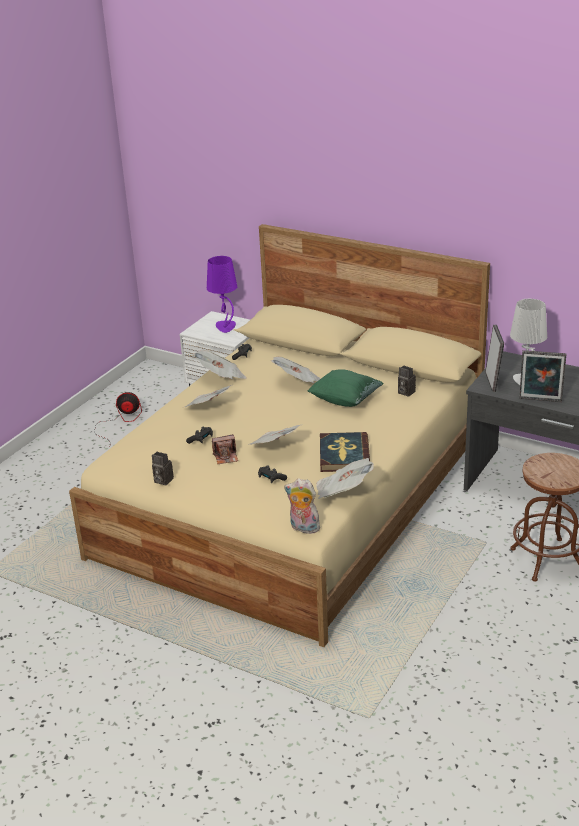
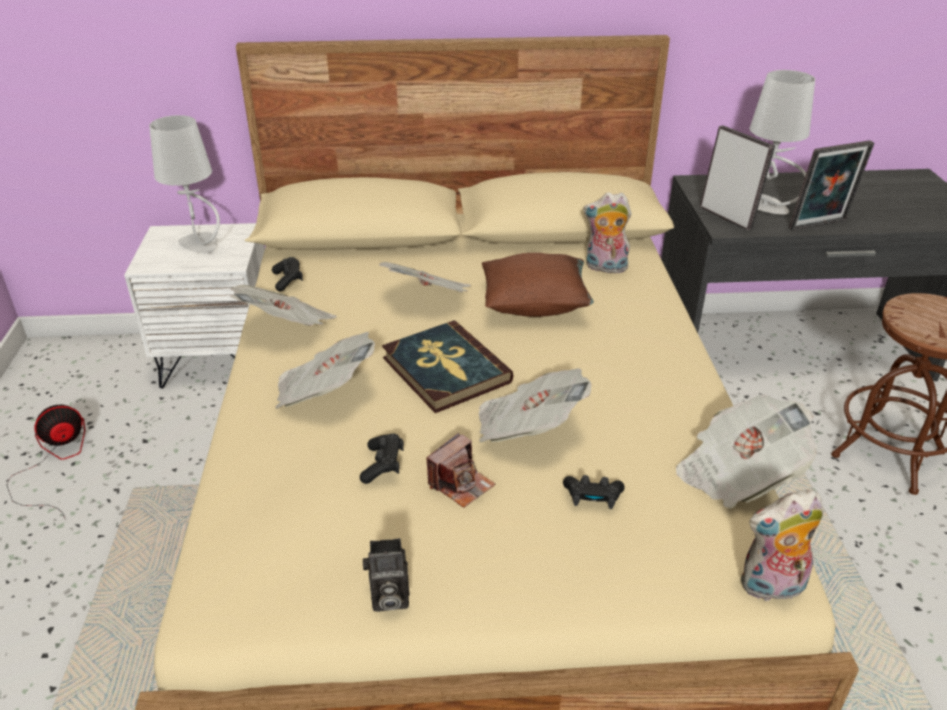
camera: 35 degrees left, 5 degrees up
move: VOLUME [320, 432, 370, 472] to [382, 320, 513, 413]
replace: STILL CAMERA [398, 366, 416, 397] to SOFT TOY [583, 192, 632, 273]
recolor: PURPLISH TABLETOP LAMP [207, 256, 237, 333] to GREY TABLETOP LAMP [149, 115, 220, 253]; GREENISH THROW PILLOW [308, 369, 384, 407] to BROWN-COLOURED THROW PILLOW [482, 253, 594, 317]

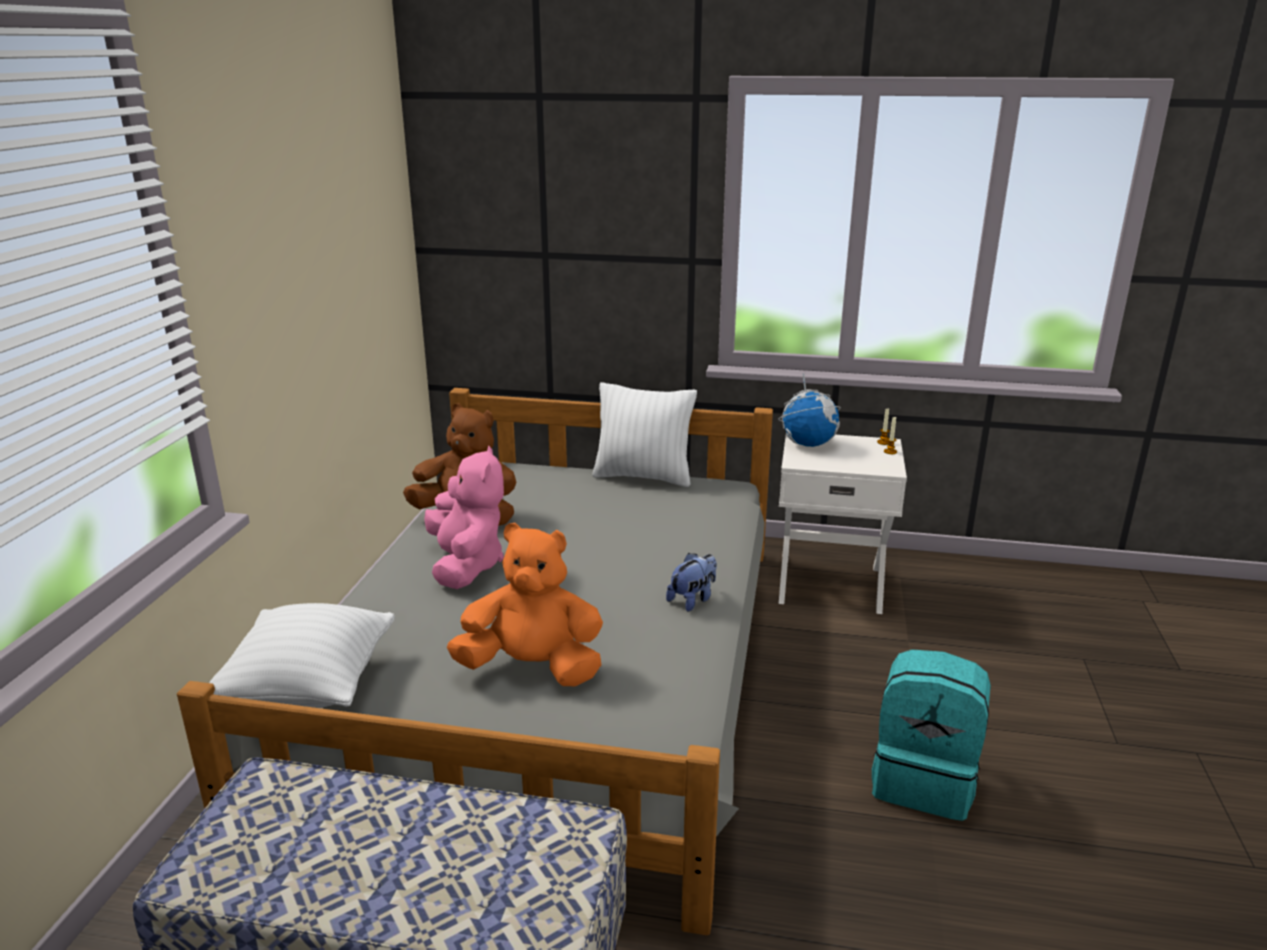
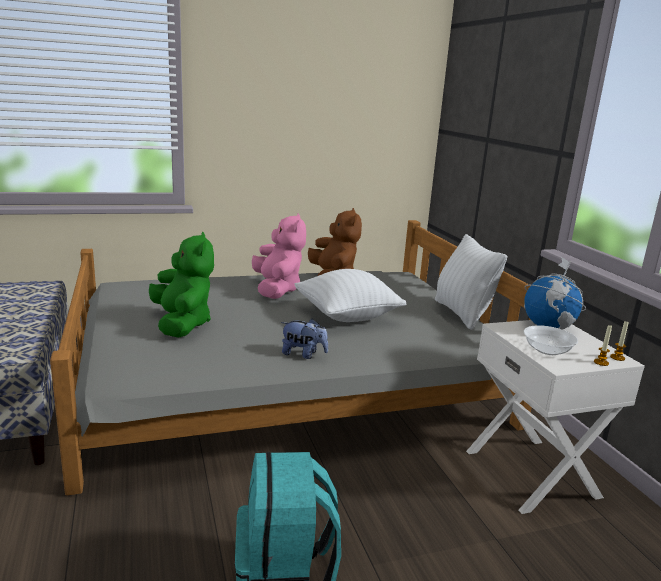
camera: 60 degrees right, 5 degrees down
insert: BOWL [524, 325, 578, 355]
move: WHITE THROW PILLOW [209, 603, 395, 708] to [295, 269, 406, 322]
recolor: ORANGE SOFT TOY [447, 523, 603, 686] to GREENISH SOFT TOY [149, 232, 214, 338]
rotate: PINKISH SOFT TOY [424, 445, 504, 589] = [252, 213, 306, 299] 60 degrees counterclockwise

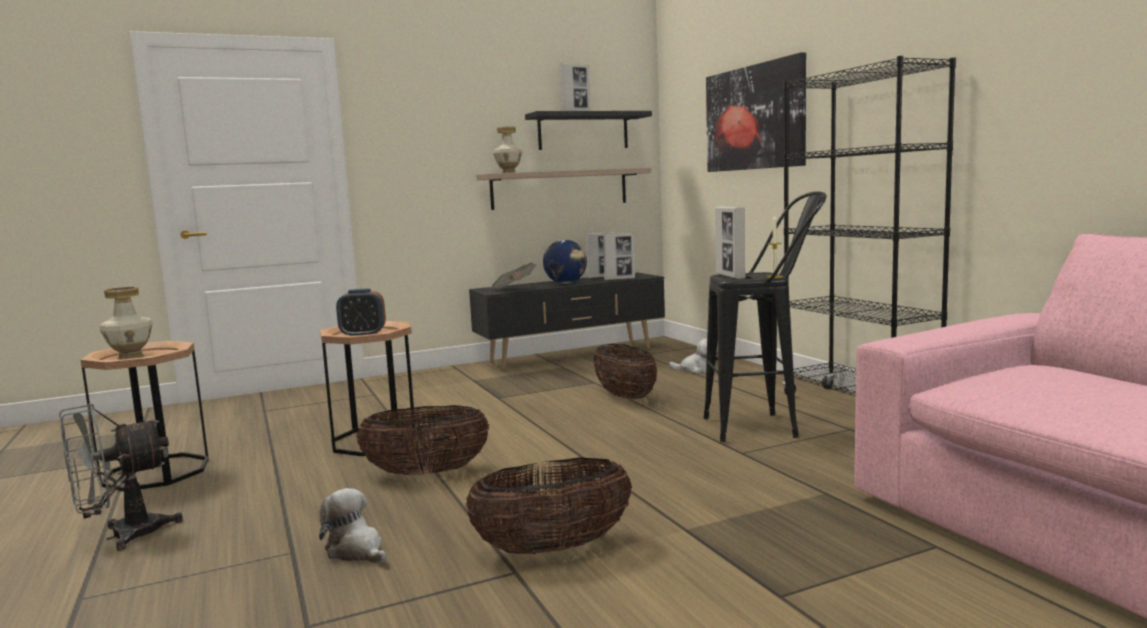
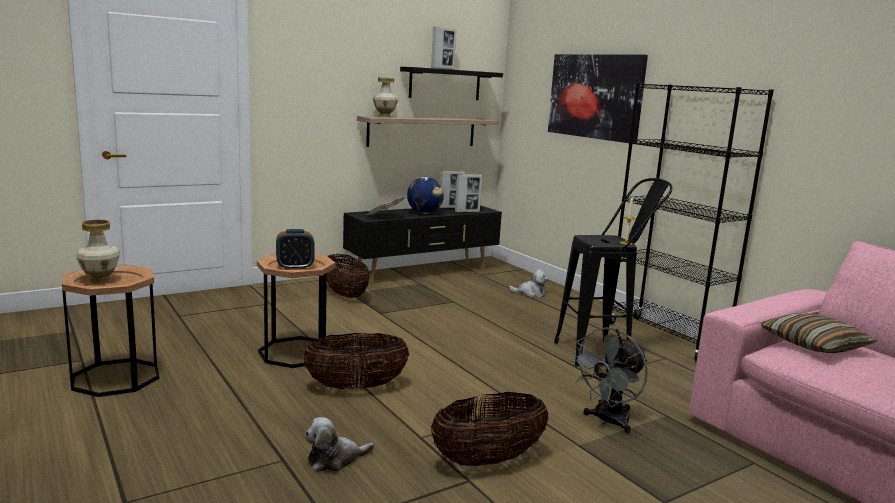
camera: 10 degrees left, 5 degrees up
delete: PHOTO FRAME [715, 206, 746, 279]
insert: THROW PILLOW [761, 313, 877, 353]
move: STORAGE BASKET [594, 344, 657, 399] to [327, 254, 369, 298]; GREY ELECTRIC FAN [59, 404, 183, 551] to [570, 327, 647, 433]
rotate: SOFT TOY [319, 488, 386, 564] = [305, 417, 374, 472] 60 degrees counterclockwise

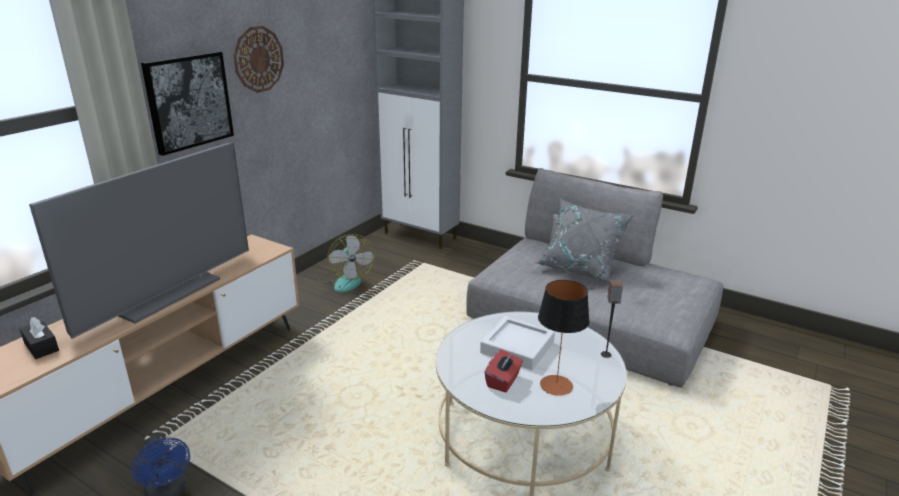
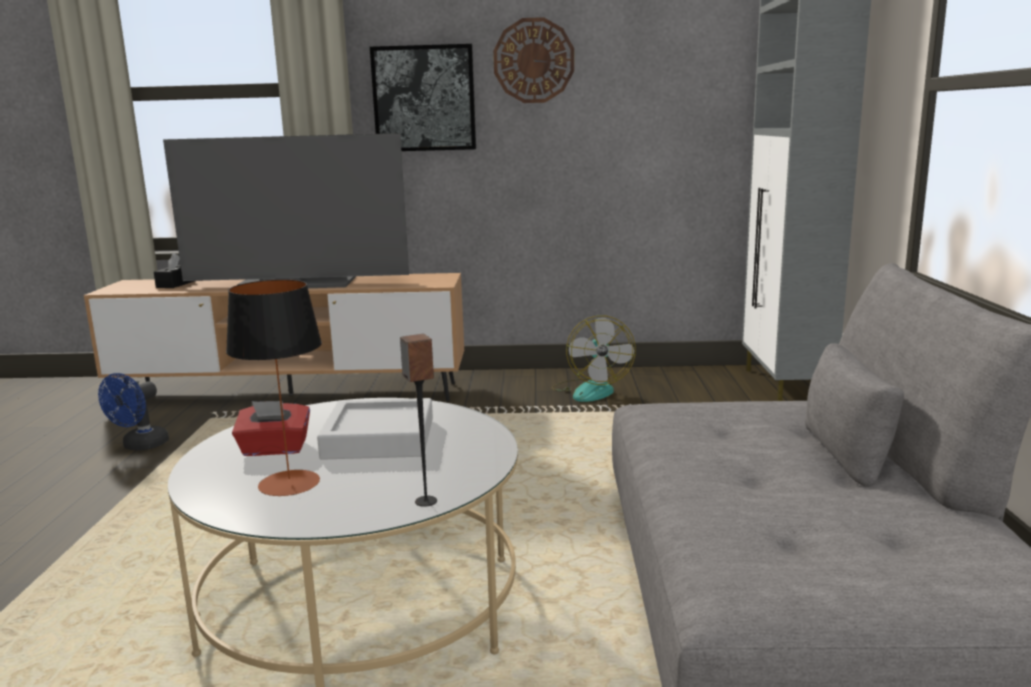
camera: 60 degrees right, 10 degrees down
delete: GREY THROW PILLOW [535, 199, 634, 283]
rotate: ELECTRIC FAN [319, 234, 375, 293] = [551, 316, 636, 402] 45 degrees counterclockwise

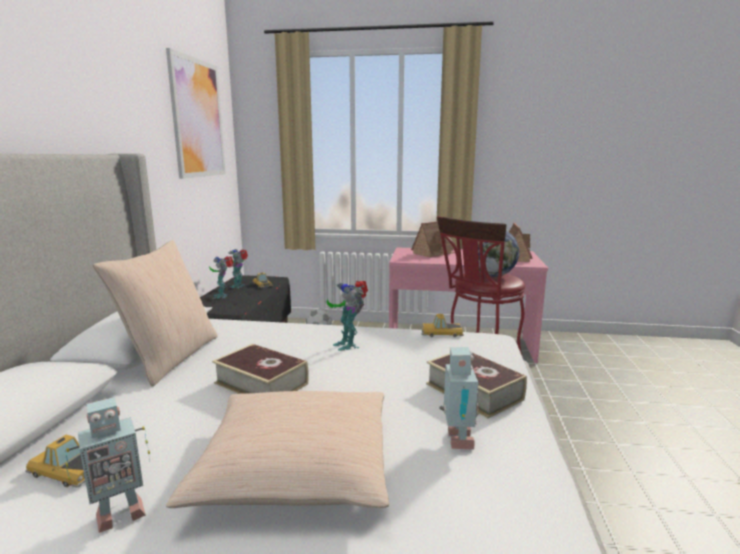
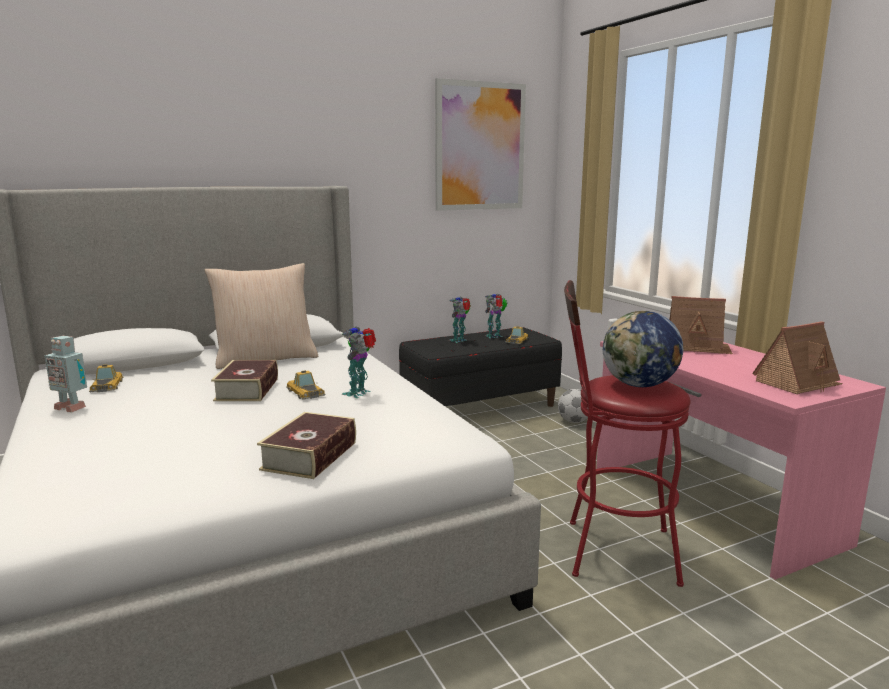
camera: 55 degrees right, 0 degrees up
delete: TOY ROBOT [440, 347, 479, 450]; SAND-COLOURED THROW PILLOW [166, 391, 389, 508]
move: MODEL CAR [421, 313, 464, 337] to [286, 370, 326, 400]

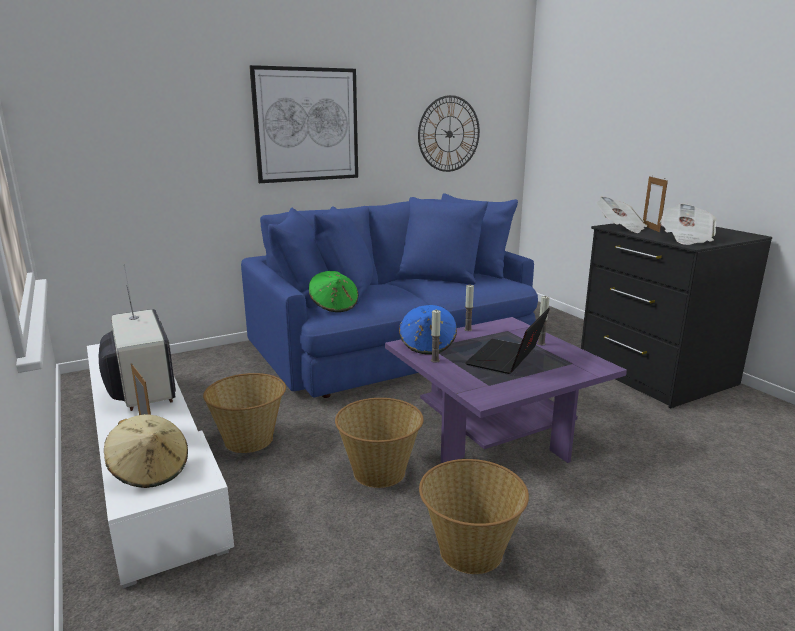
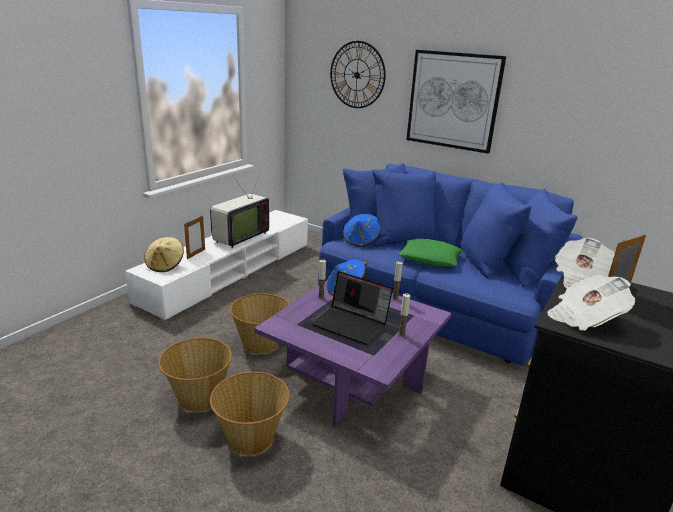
camera: 60 degrees right, 5 degrees up
insert: GREENISH THROW PILLOW [398, 239, 463, 267]
move: HANGING CLOCK [418, 95, 480, 172] to [330, 41, 386, 108]; STORAGE BASKET [203, 373, 286, 453] to [210, 372, 290, 455]
recolor: GREENISH HAT [309, 271, 359, 312] to BLUISH HAT [343, 214, 381, 247]
rotate: NOTEBOOK COMPUTER [465, 308, 550, 374] = [312, 271, 393, 345] 150 degrees counterclockwise

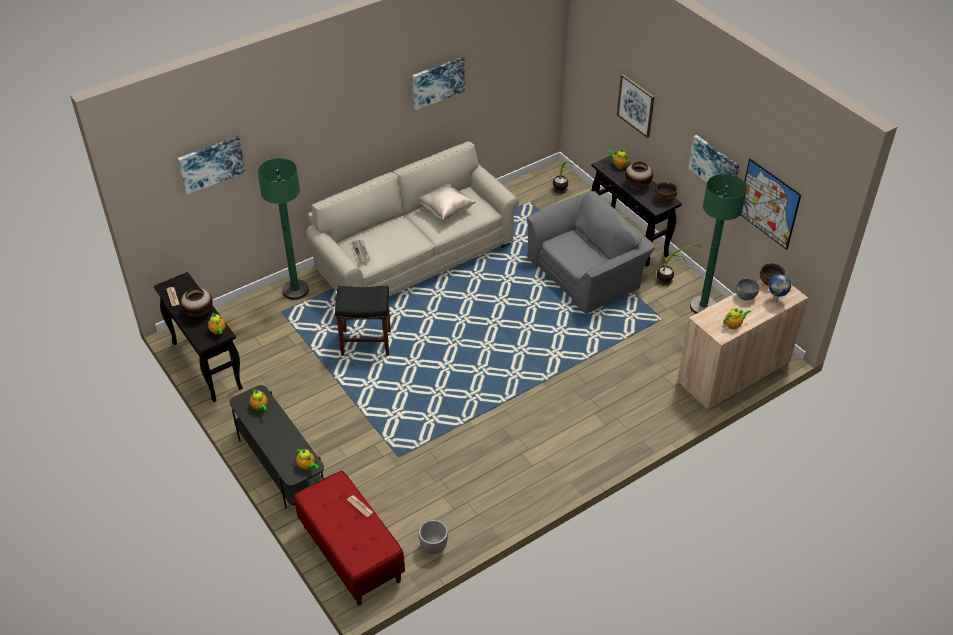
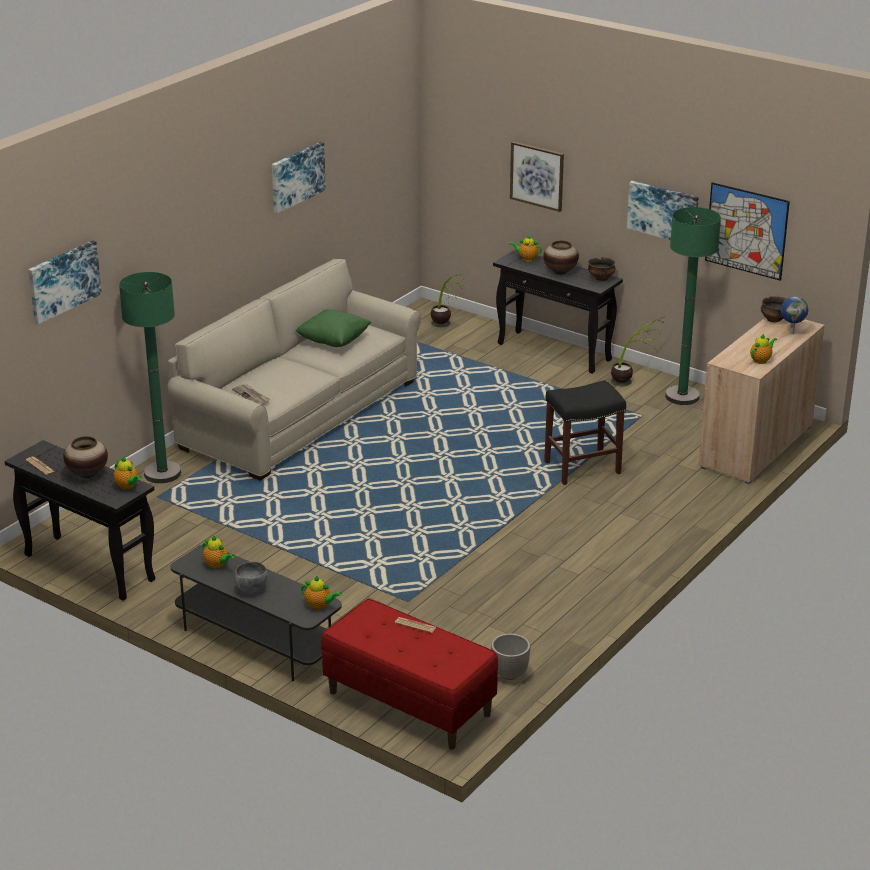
camera: 20 degrees left, 15 degrees down
delete: GREY ARMCHAIR [527, 191, 655, 314]
move: GREY BOWL [736, 279, 759, 300] to [234, 562, 268, 593]; BLACK STOOL SEAT [335, 286, 391, 356] to [544, 380, 626, 485]
recolor: SAND-COLOURED THROW PILLOW [417, 183, 475, 220] to GREENISH THROW PILLOW [295, 309, 371, 347]

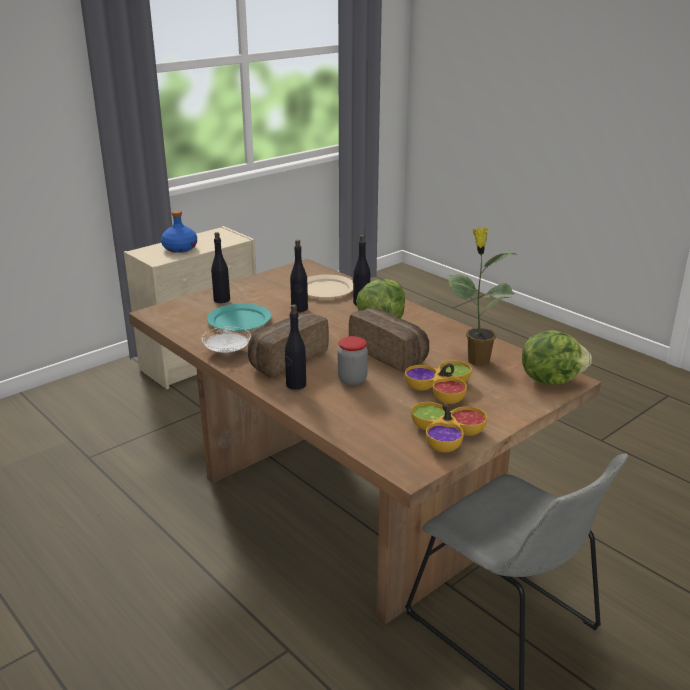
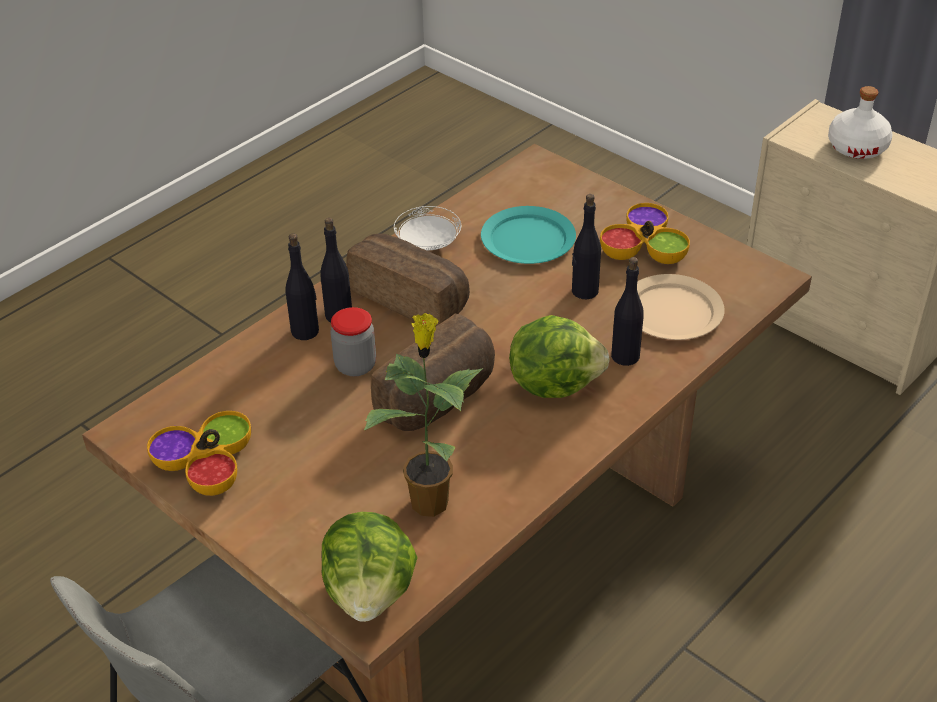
camera: 85 degrees right, 15 degrees up
move: BLACK BEVERAGE BOTTLE [211, 232, 230, 303] to [285, 233, 319, 340]; BOWL [405, 360, 472, 404] to [600, 203, 690, 264]
recolor: BLUISH BEVERAGE BOTTLE [161, 210, 197, 253] to WHITE BEVERAGE BOTTLE [828, 86, 893, 159]

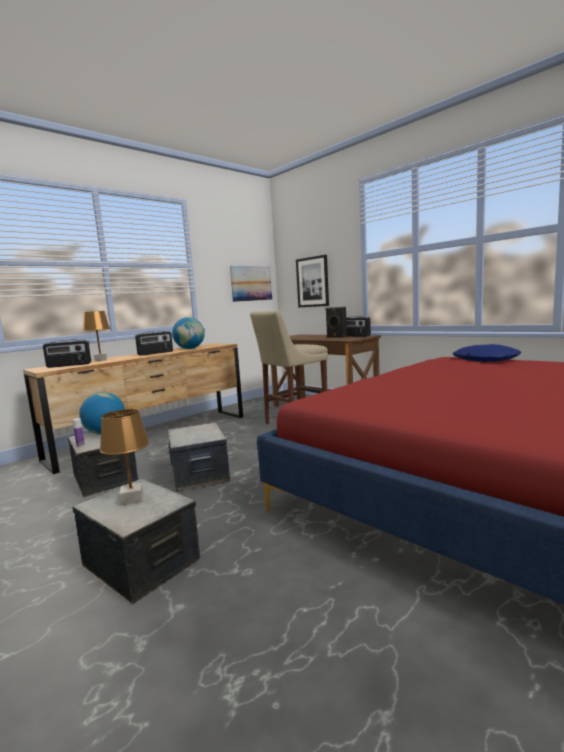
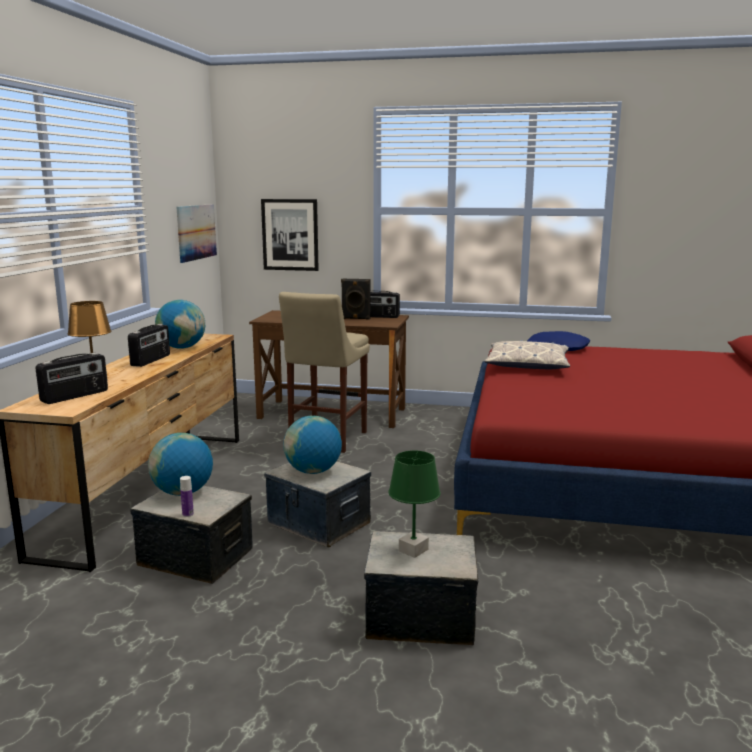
camera: 35 degrees left, 5 degrees up
insert: THROW PILLOW [484, 340, 570, 369]; WORLD GLOBE [283, 416, 342, 474]
recolor: BROWN-COLOURED TABLETOP LAMP [100, 409, 149, 505] to GREENISH TABLETOP LAMP [388, 451, 441, 558]

